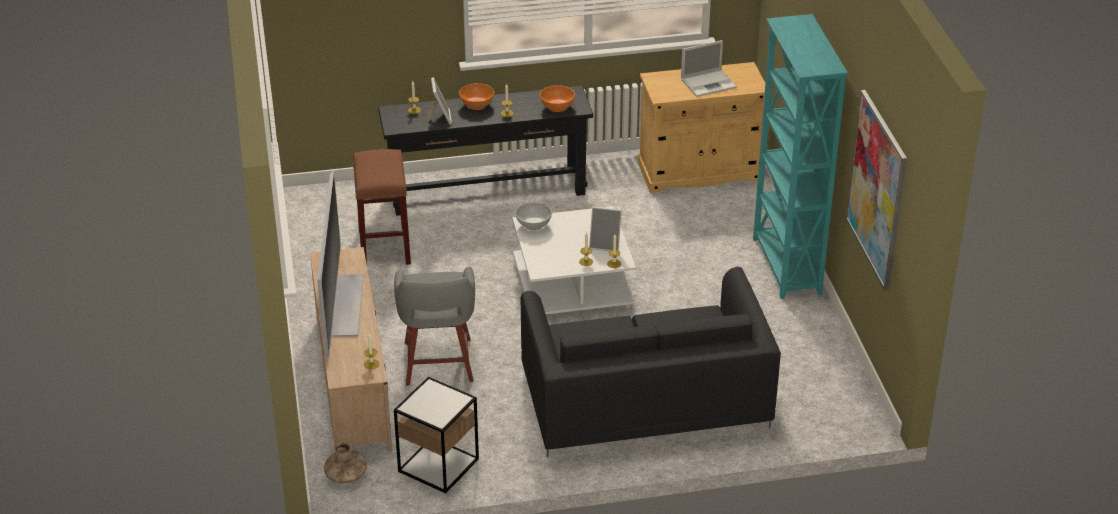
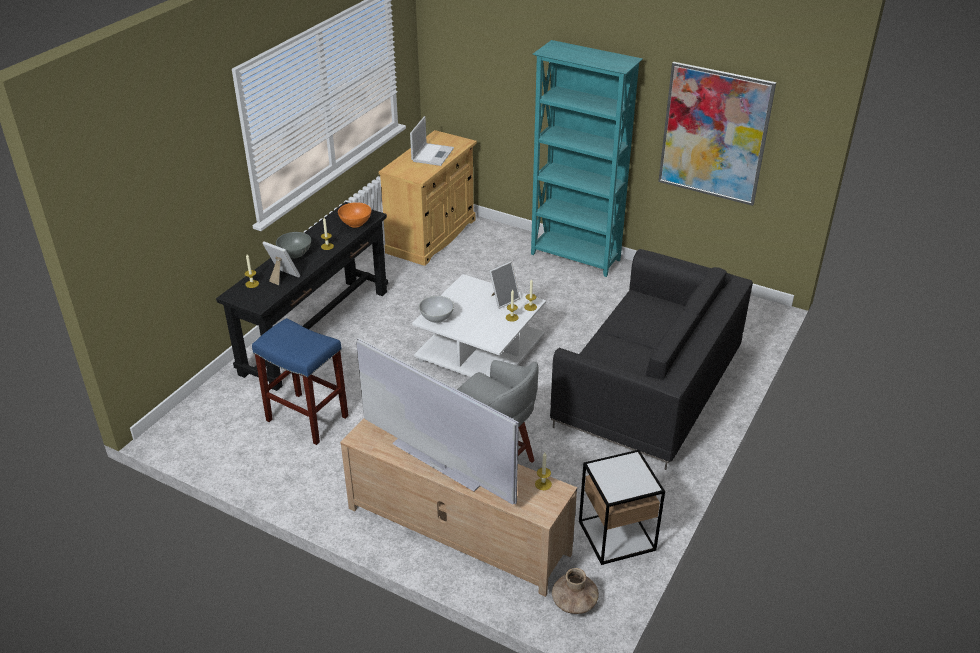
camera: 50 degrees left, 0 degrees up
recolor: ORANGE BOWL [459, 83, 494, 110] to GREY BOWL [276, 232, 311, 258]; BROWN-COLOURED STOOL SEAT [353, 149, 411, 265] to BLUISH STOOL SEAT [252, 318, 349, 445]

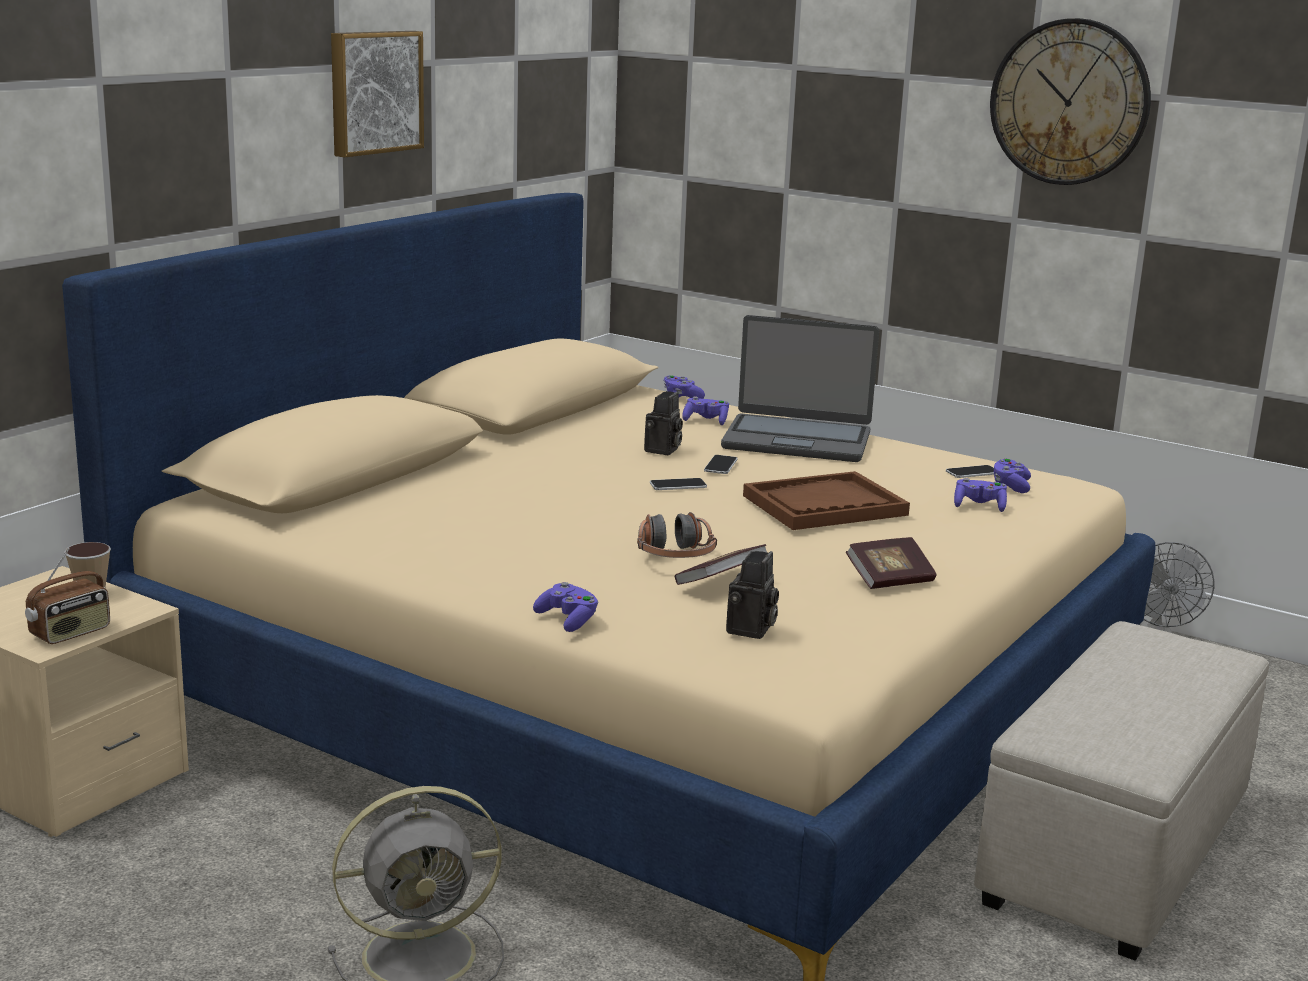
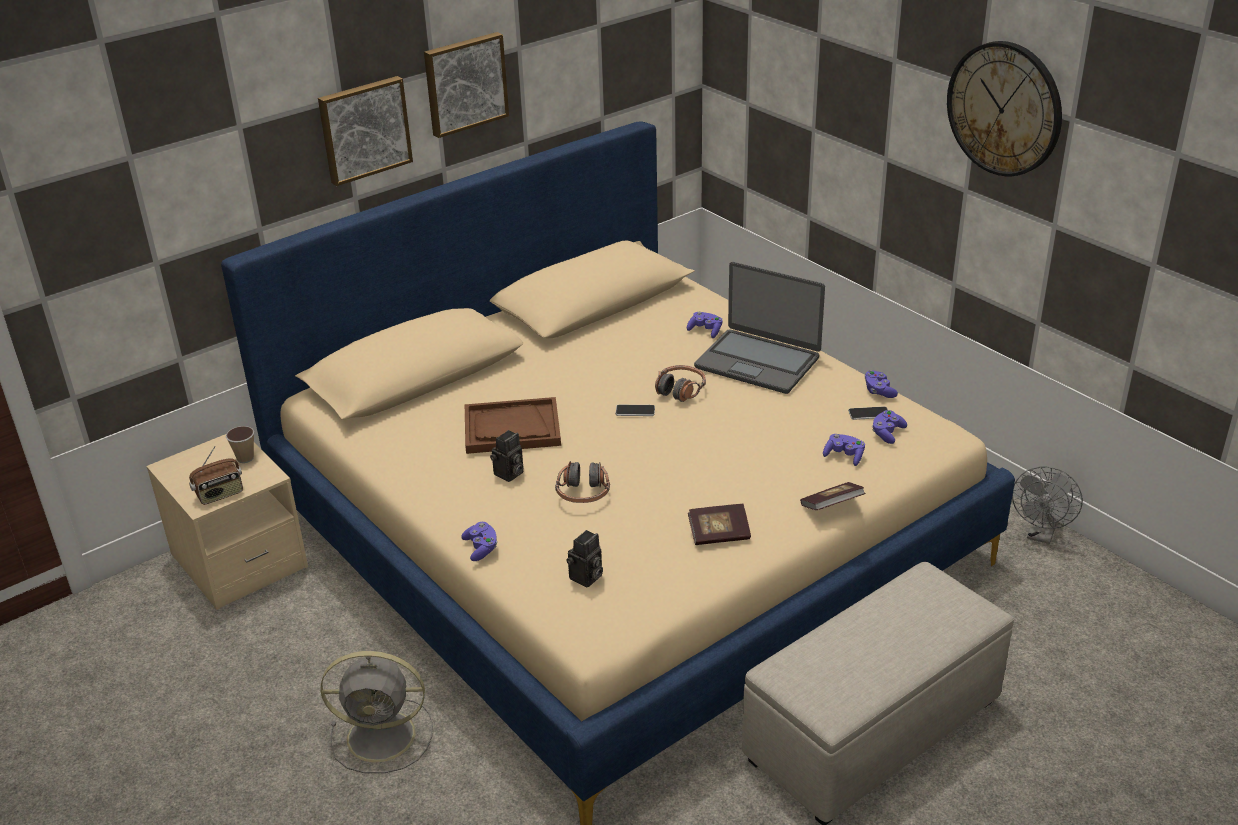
camera: 20 degrees right, 15 degrees up
insert: PICTURE [318, 76, 413, 186]
move: PURPLISH GAME CONTROLLER [663, 375, 705, 399] to [865, 370, 898, 398]; STILL CAMERA [644, 391, 683, 455] to [490, 430, 524, 482]; BROWN-COLOURED CARRYING TRAY [743, 471, 910, 530] to [465, 397, 561, 454]; VOLUME [675, 544, 767, 585] to [800, 482, 866, 510]
replace: HANDSET [704, 455, 738, 474] to HEADSET [655, 365, 706, 402]

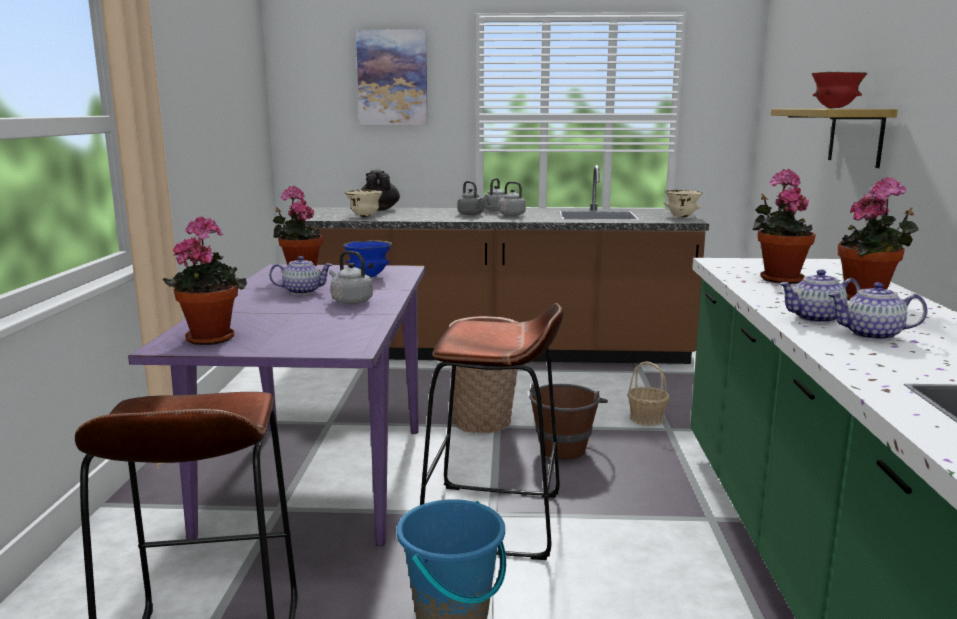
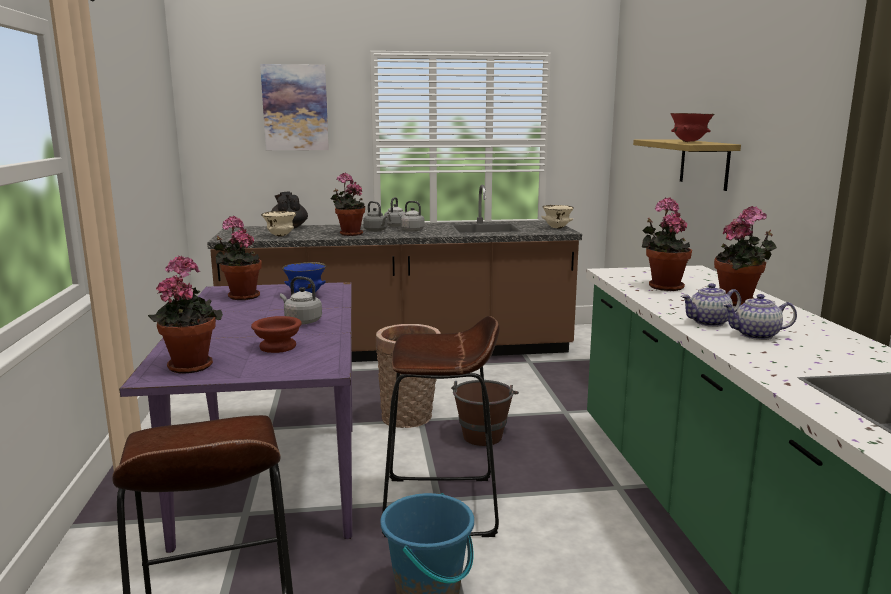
camera: 10 degrees left, 0 degrees up
delete: POT FOR TEA [269, 256, 333, 295]; STORAGE BASKET [627, 362, 669, 426]
insert: PLANT IN A POT [330, 173, 365, 236]; BROWN-COLOURED BOWL [251, 316, 302, 353]

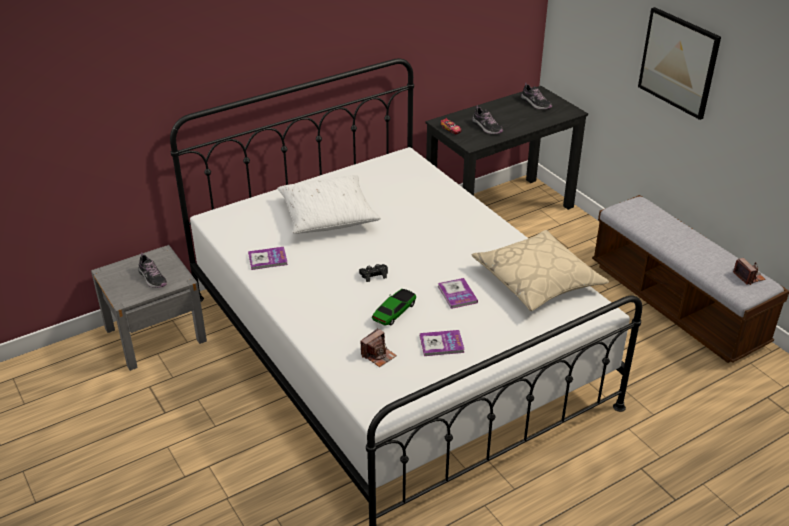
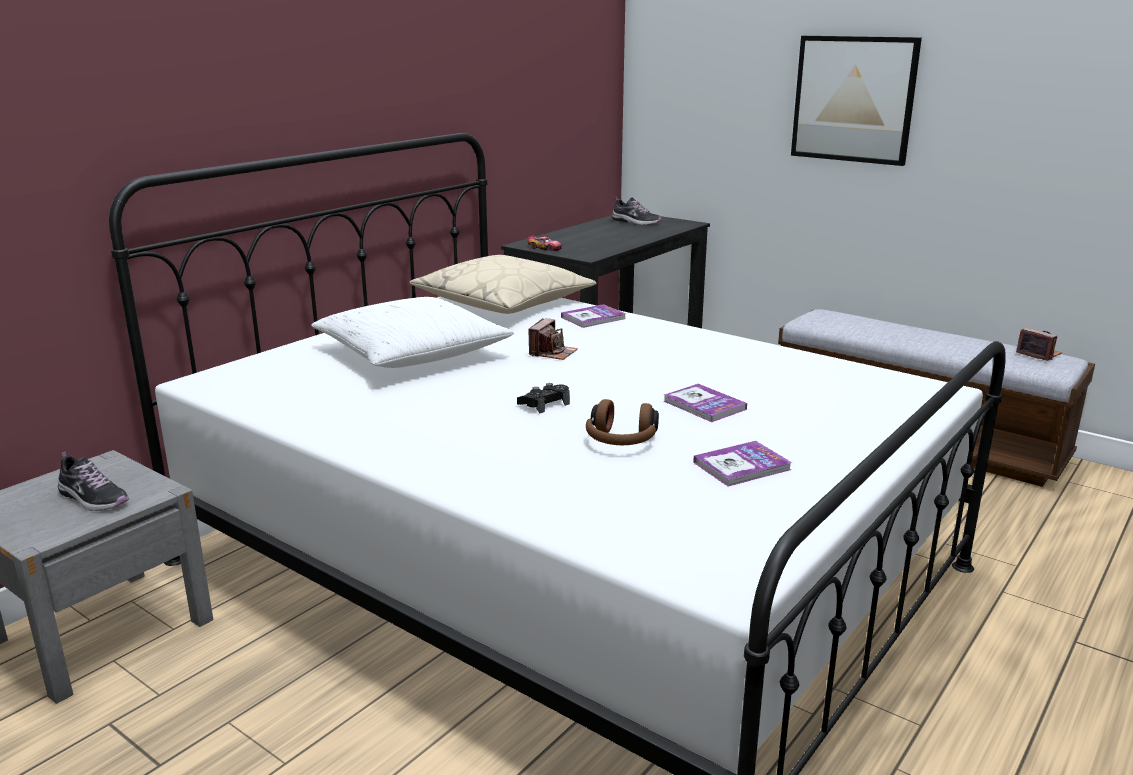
camera: 20 degrees left, 15 degrees down
delete: ITEM OF FOOTWEAR [472, 105, 503, 134]
move: SAND-COLOURED THROW PILLOW [471, 230, 609, 311] to [409, 255, 596, 314]; VOLUME [248, 247, 288, 270] to [561, 304, 626, 328]; STILL CAMERA [360, 328, 397, 367] to [528, 318, 578, 360]
replace: MODEL CAR [372, 289, 416, 326] to BROWN-COLOURED HEADSET [586, 399, 659, 445]

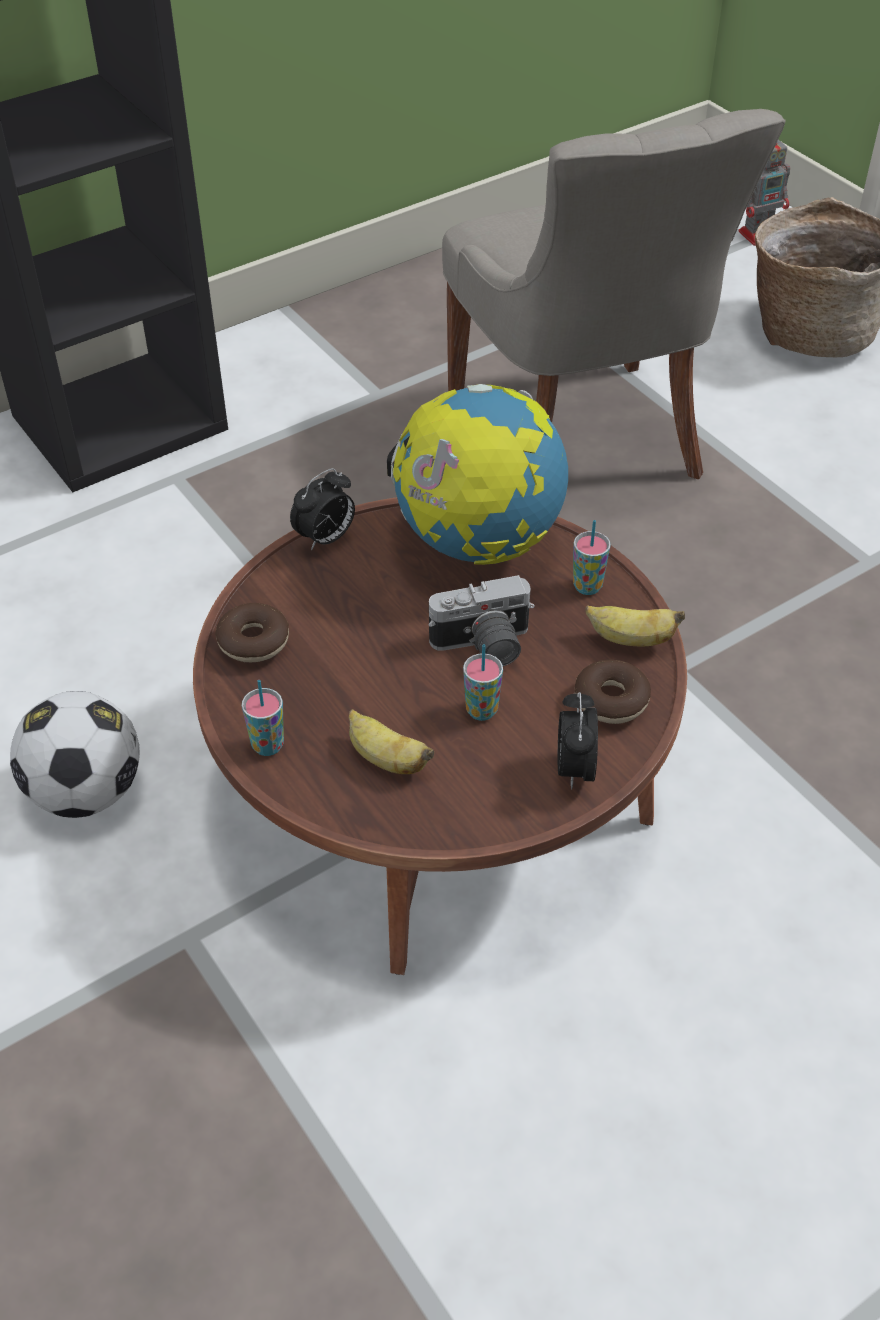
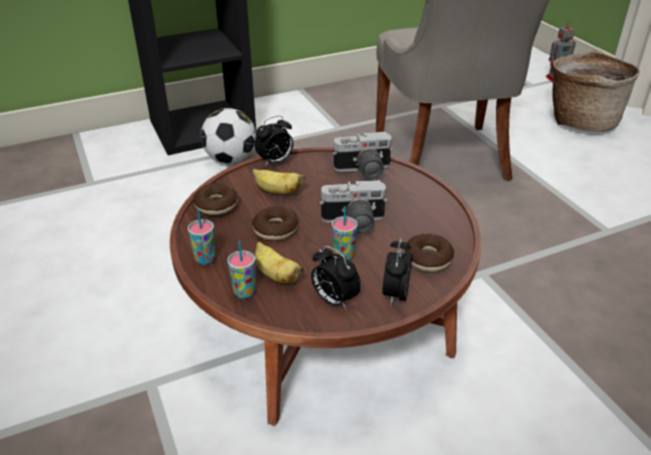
camera: 10 degrees right, 10 degrees down
insert: DOUGHNUT [252, 206, 299, 240]; BEDSIDE CLOCK [311, 246, 361, 309]
move: CUP [573, 520, 611, 595] to [227, 241, 256, 299]; WHOLE BANANA [585, 605, 685, 647] to [253, 169, 305, 194]; FOOTBALL [10, 691, 140, 818] to [200, 108, 256, 164]
replace: WORLD GLOBE [387, 384, 568, 565] to STILL CAMERA [333, 132, 393, 179]

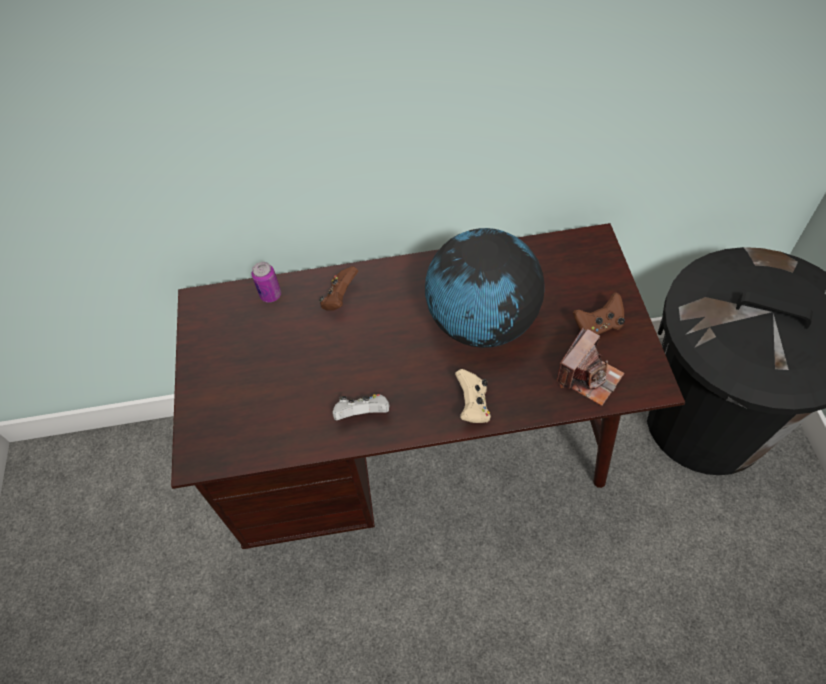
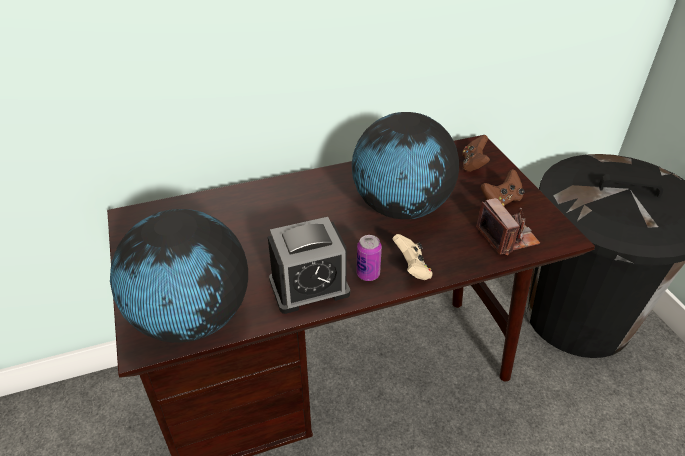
camera: 15 degrees left, 15 degrees down
insert: WORLD GLOBE [110, 209, 248, 343]
move: CAN [251, 262, 281, 303] to [357, 235, 382, 281]; BROWN-COLOURED GAME CONTROLLER [319, 266, 358, 311] to [462, 135, 490, 172]
replace: WHITE GAME CONTROLLER [332, 394, 389, 420] to BEDSIDE CLOCK [268, 217, 350, 314]
rotate: STILL CAMERA [556, 327, 624, 406] = [476, 198, 540, 255] 45 degrees counterclockwise

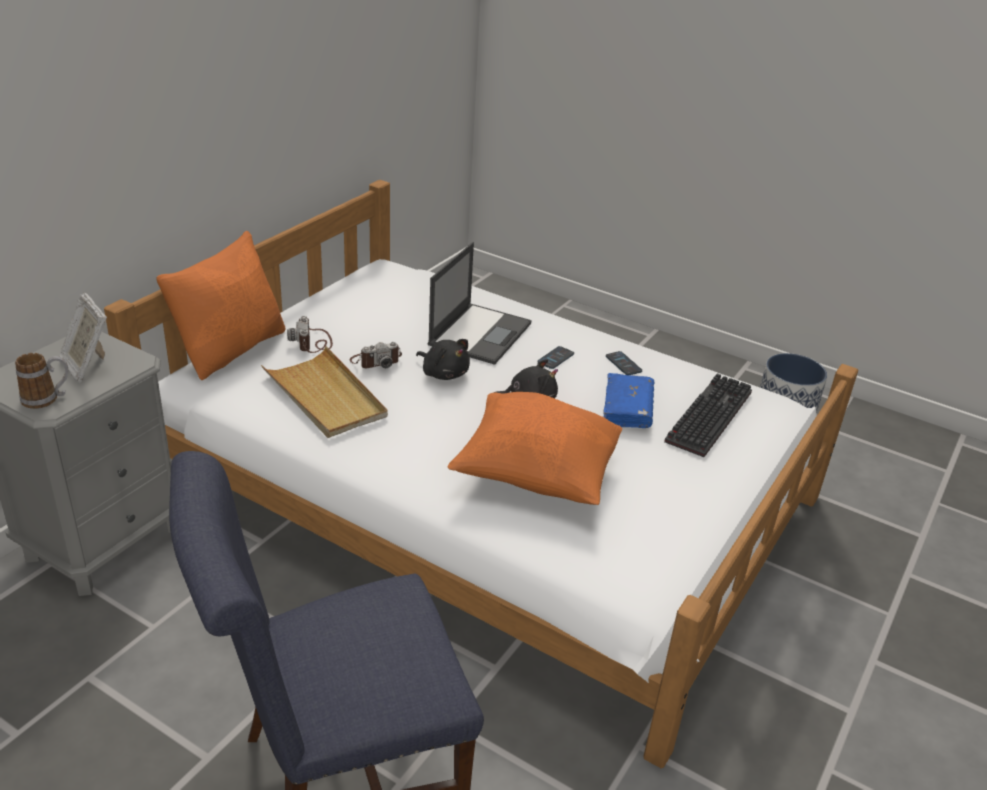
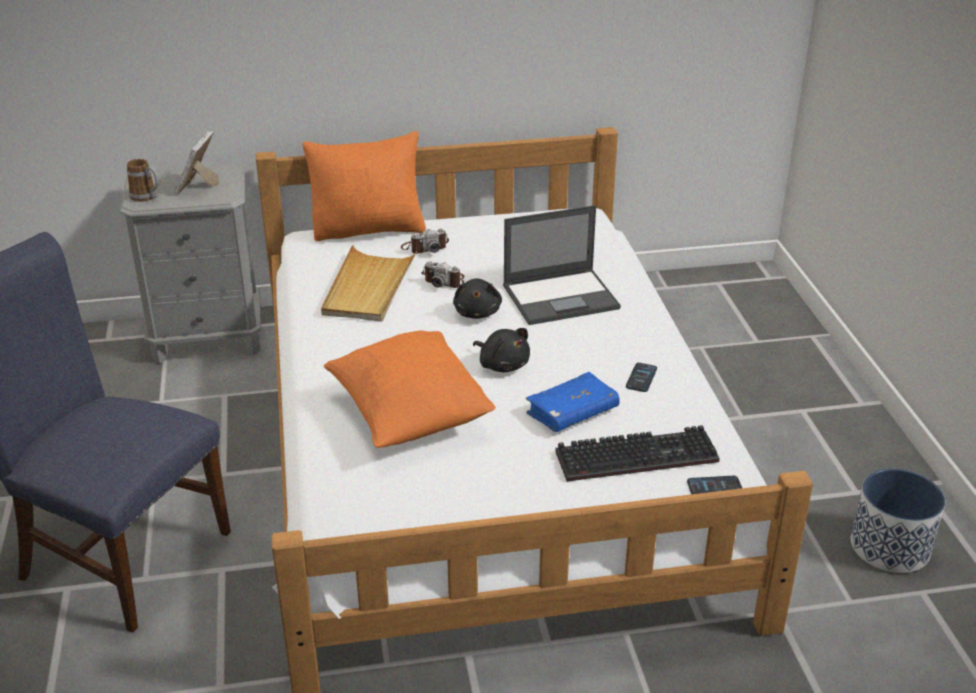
camera: 50 degrees right, 0 degrees up
move: HANDSET [538, 346, 574, 369] to [687, 476, 742, 494]
rotate: STILL CAMERA [287, 316, 333, 353] = [401, 228, 449, 254] 150 degrees counterclockwise

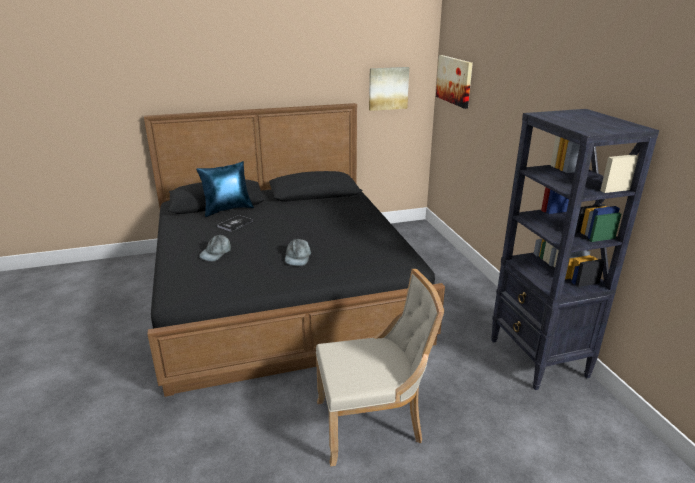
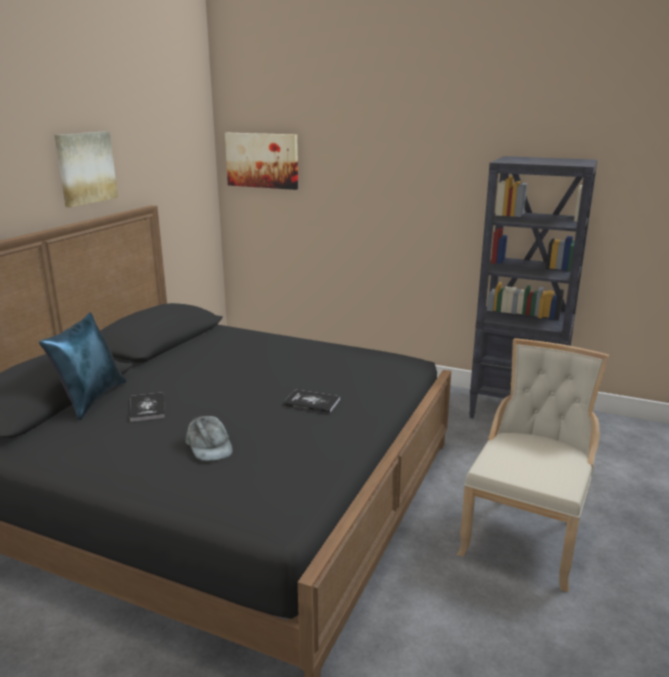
camera: 50 degrees left, 5 degrees down
move: PICTURE [369, 67, 409, 111] to [55, 131, 118, 207]
replace: GREY PEAKED CAP [285, 239, 311, 266] to VOLUME [283, 389, 340, 413]

